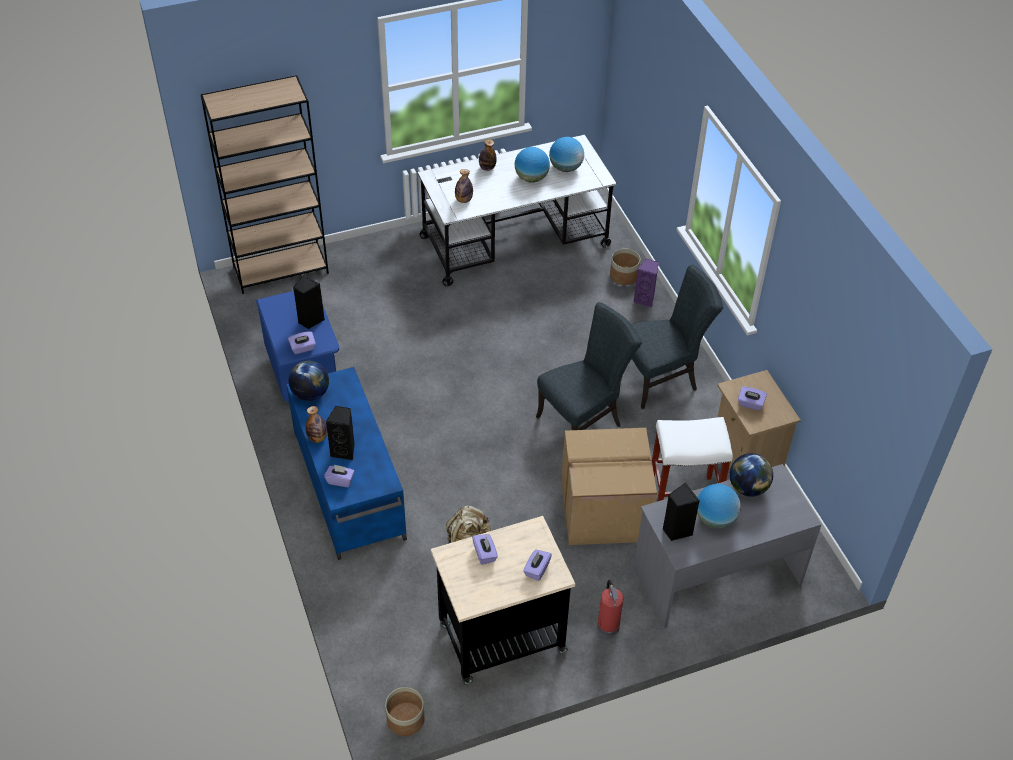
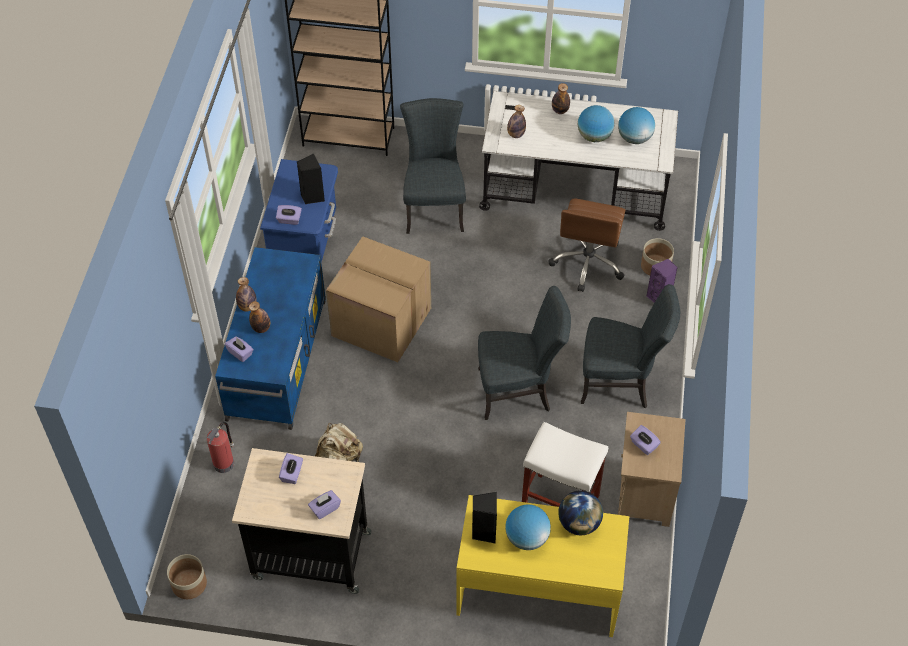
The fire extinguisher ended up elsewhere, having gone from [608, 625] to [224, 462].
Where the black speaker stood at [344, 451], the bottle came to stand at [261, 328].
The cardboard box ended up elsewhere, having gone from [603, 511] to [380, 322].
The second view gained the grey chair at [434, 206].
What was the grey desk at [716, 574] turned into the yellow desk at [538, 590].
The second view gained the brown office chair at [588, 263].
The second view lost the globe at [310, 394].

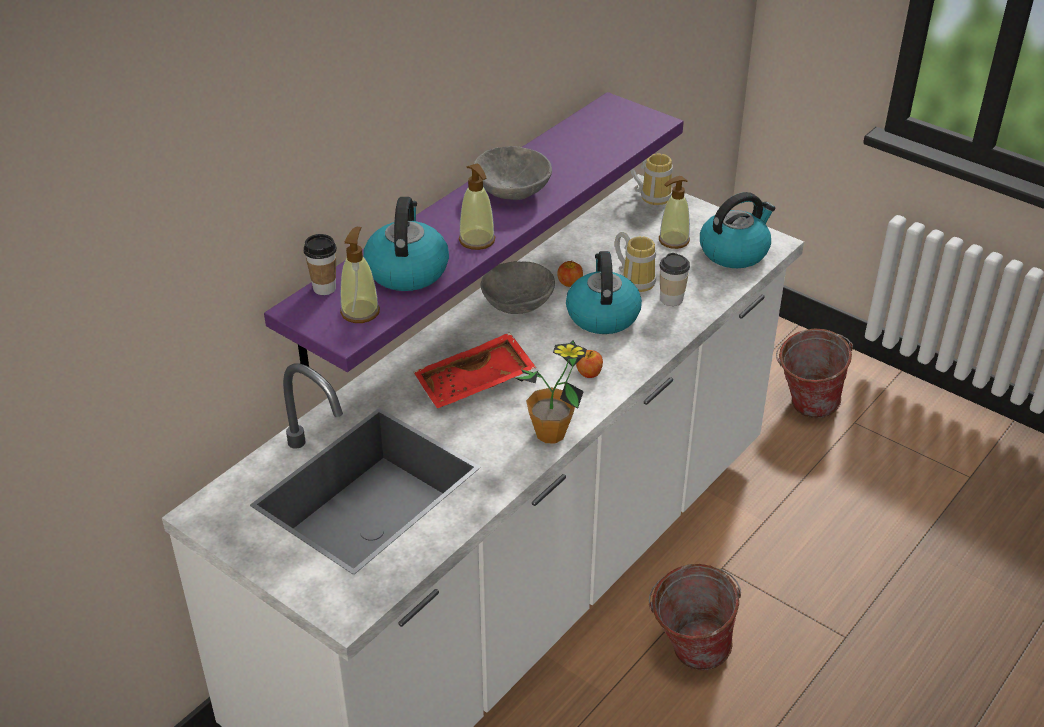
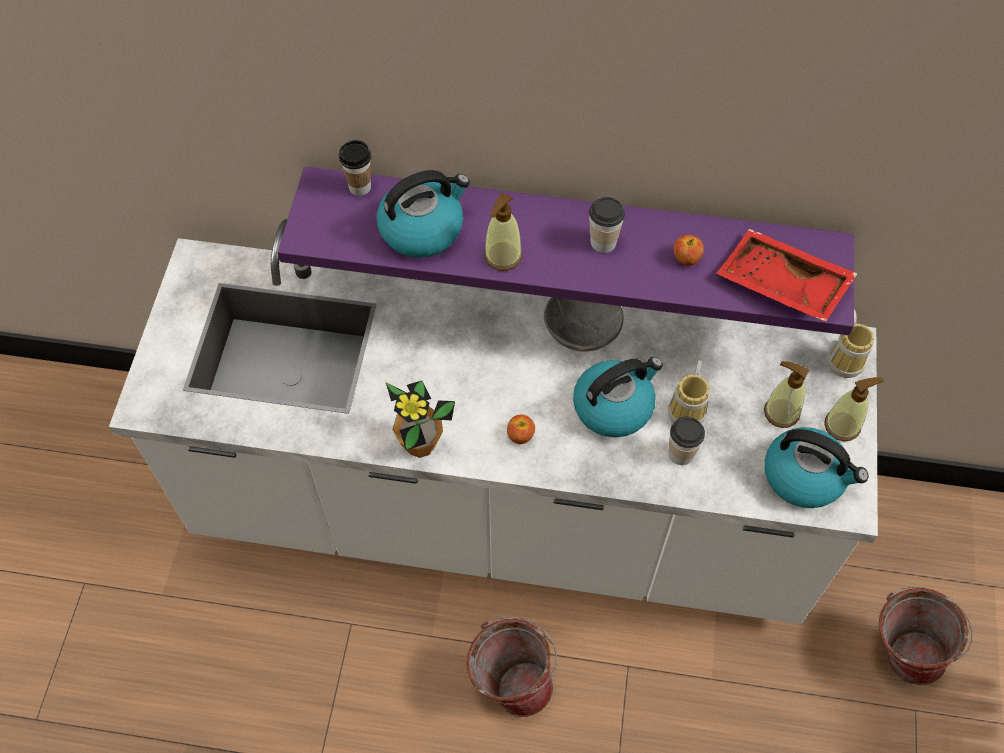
Where the grey bowl stood at [511, 190], the cup came to stand at [603, 242].
The apple ended up elsewhere, having gone from [569, 283] to [686, 258].
The red tray ended up elsewhere, having gone from [475, 383] to [781, 286].
The soap dispenser ended up elsewhere, having gone from [360, 311] to [842, 425].

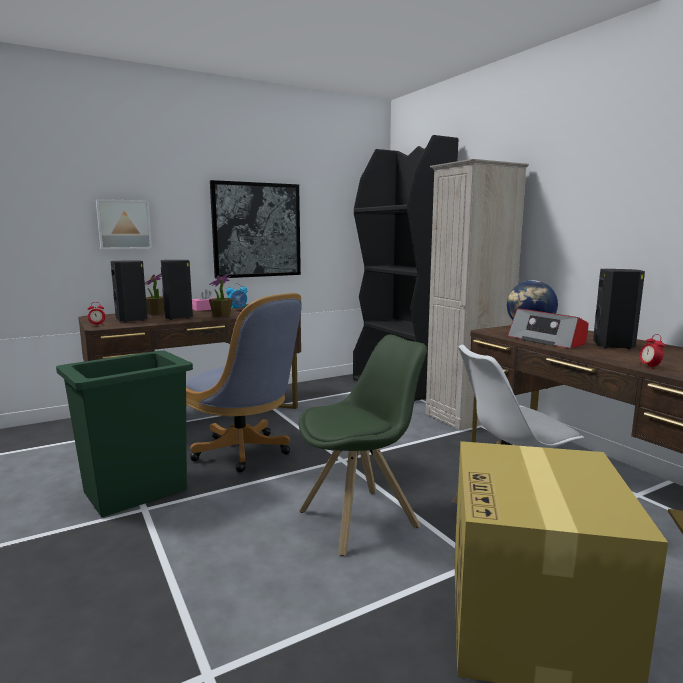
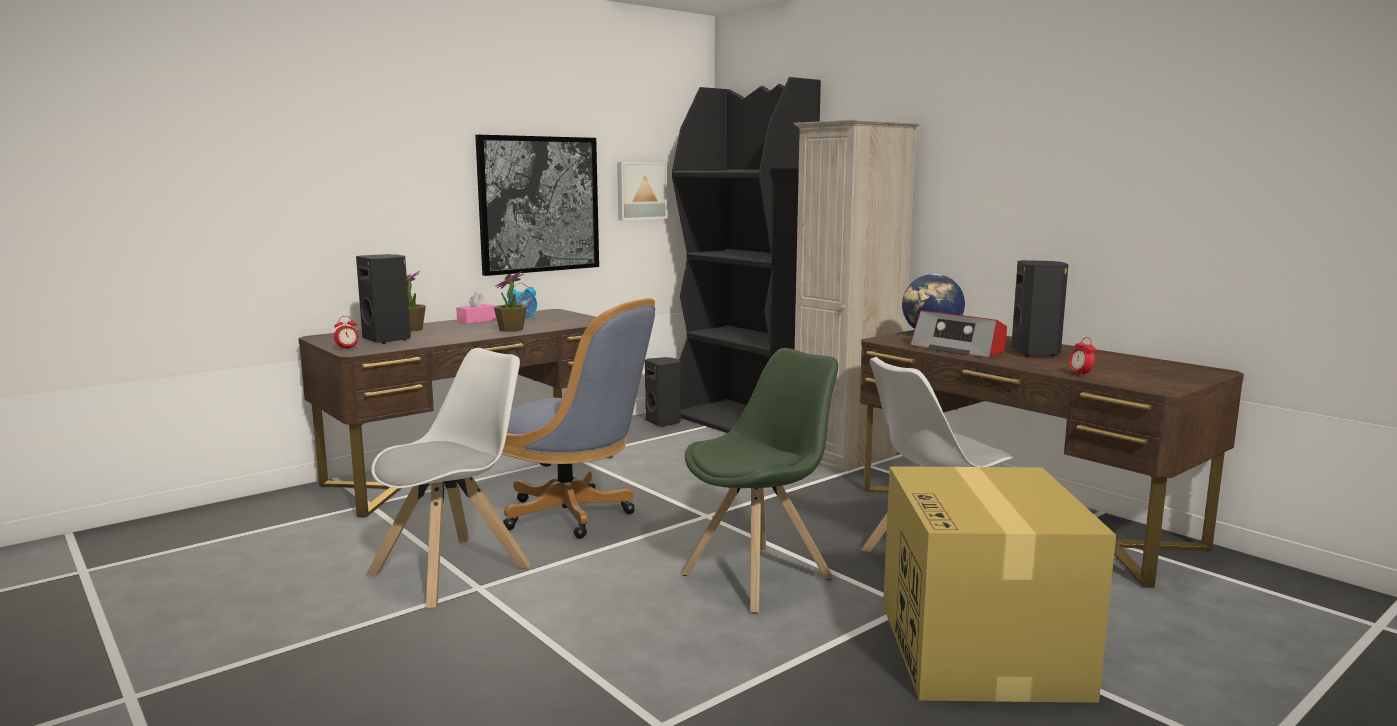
Where the green trash can stood at [137, 491], the chair came to stand at [454, 569].
The picture ended up elsewhere, having gone from [124, 224] to [640, 190].
The black speaker ended up elsewhere, having gone from [178, 317] to [664, 422].

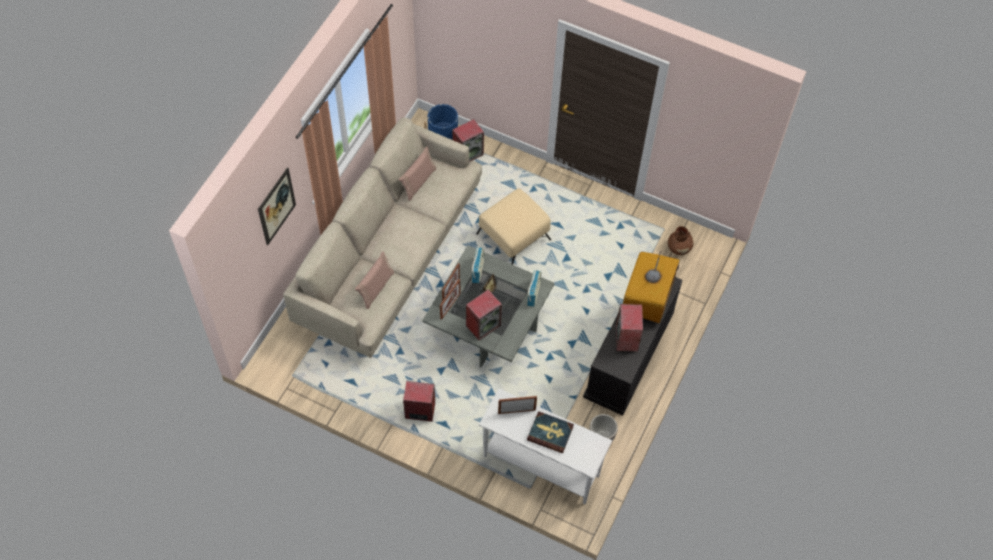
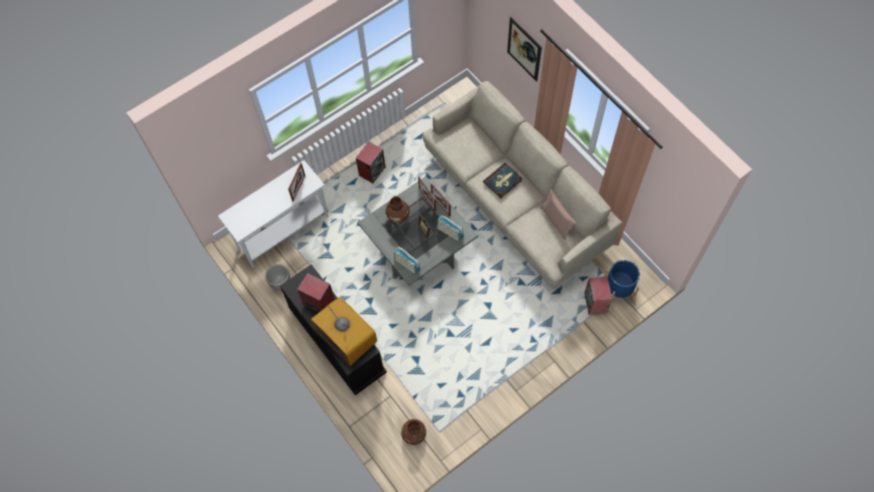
Where the speaker stood at [483, 325], the brown vase came to stand at [398, 215].
The book ended up elsewhere, having gone from [550, 433] to [502, 181].
The second view lost the beige pillow at [376, 288].
The second view lost the beige ottoman at [513, 237].

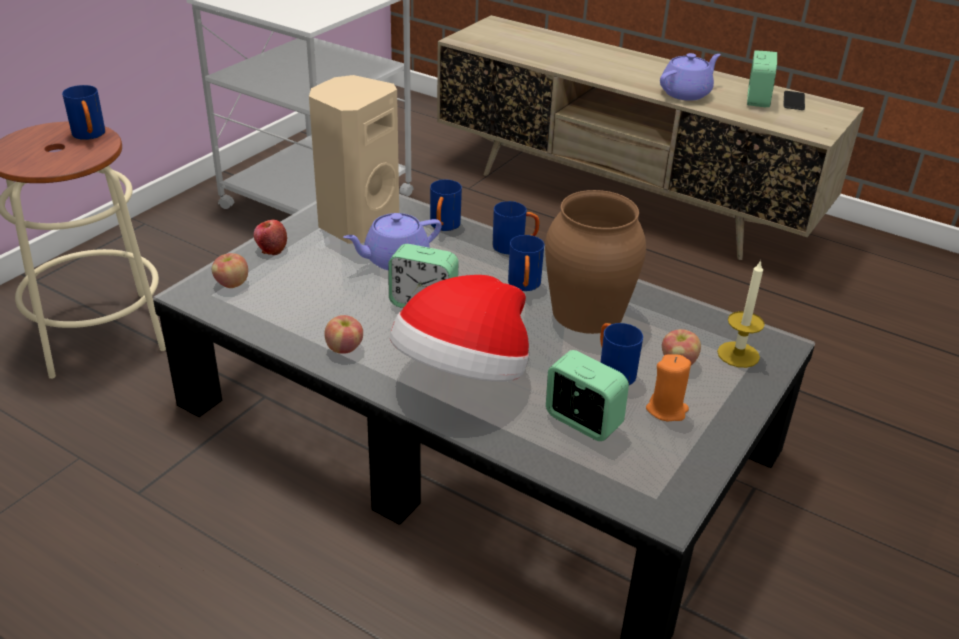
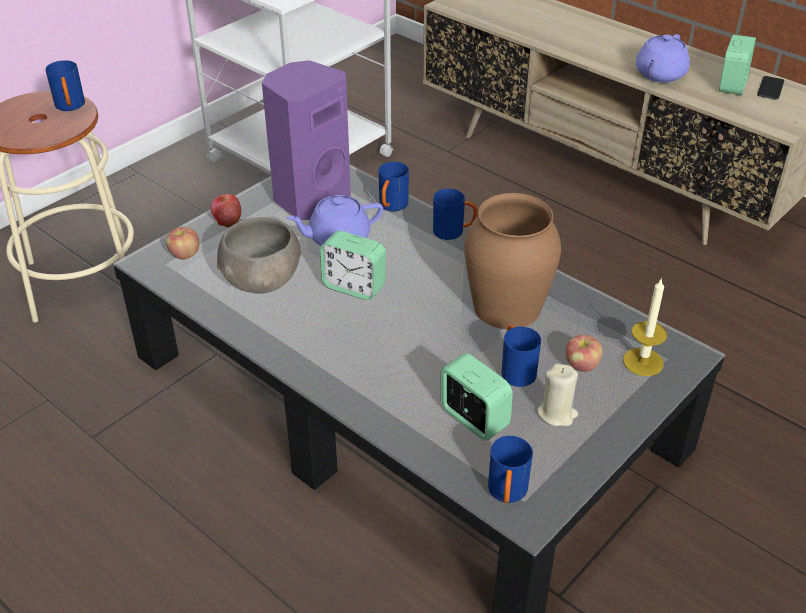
The second view gained the grey bowl at [263, 281].
What was the beige speaker at [356, 223] turned into the purple speaker at [310, 198].
The blue mug ended up elsewhere, having gone from [524, 286] to [507, 494].
What was the orange candle at [667, 410] turned into the beige candle at [557, 414].
The purple teapot at [686, 93] ended up facing another way, 150 degrees clockwise from before.
The second view lost the apple at [344, 348].
The second view lost the hat at [463, 375].

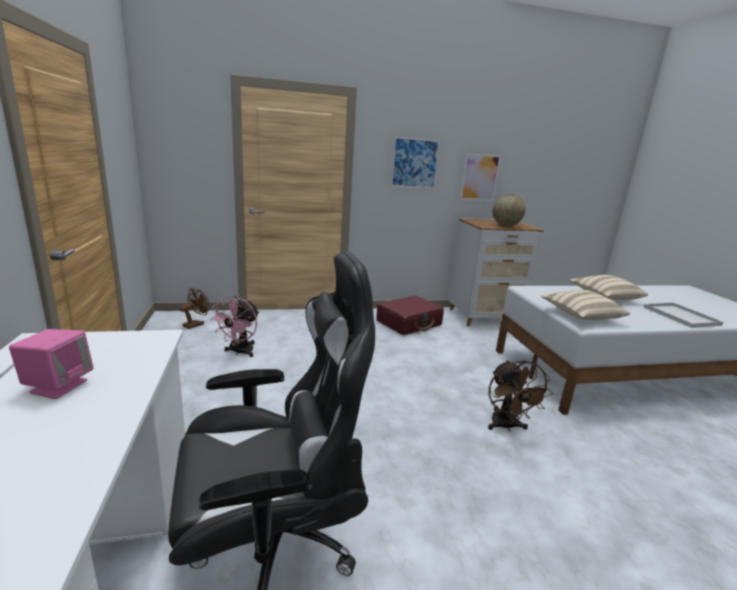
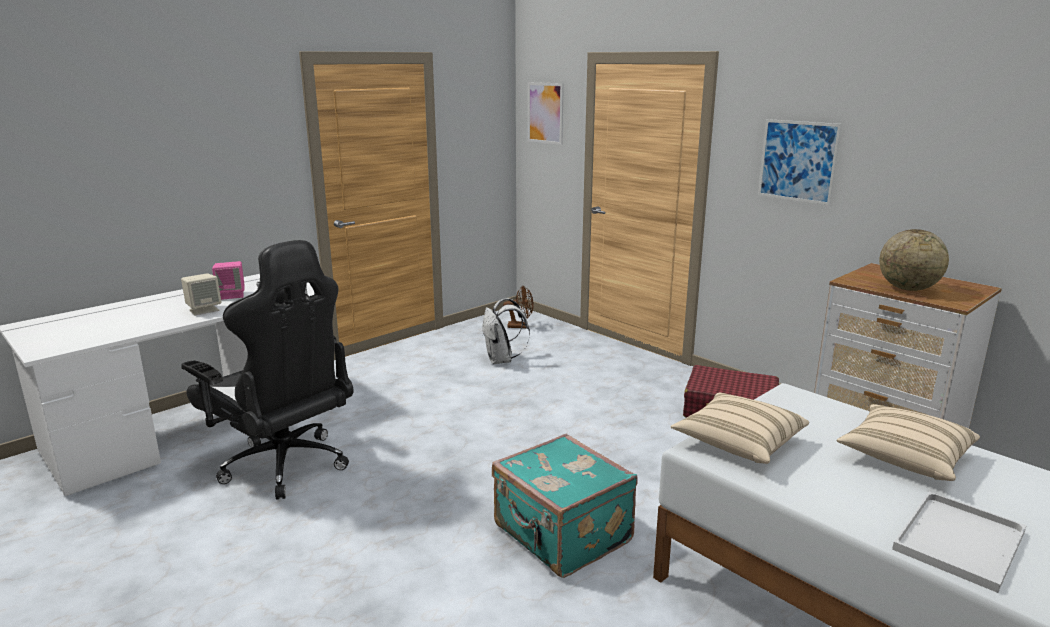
The second view gained the beige speaker at [204, 310].
Where the pink fan stood at [240, 352], the white backpack came to stand at [502, 360].
Where the brown fan stood at [506, 426], the turquoise suitcase came to stand at [561, 535].
The picture ended up elsewhere, having gone from [480, 177] to [545, 113].

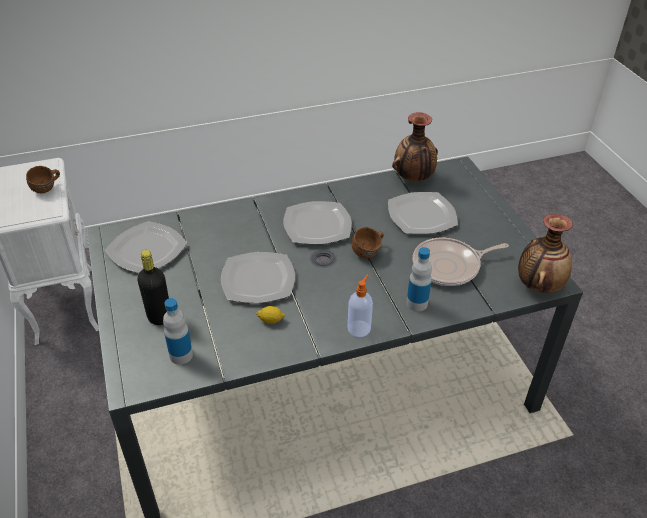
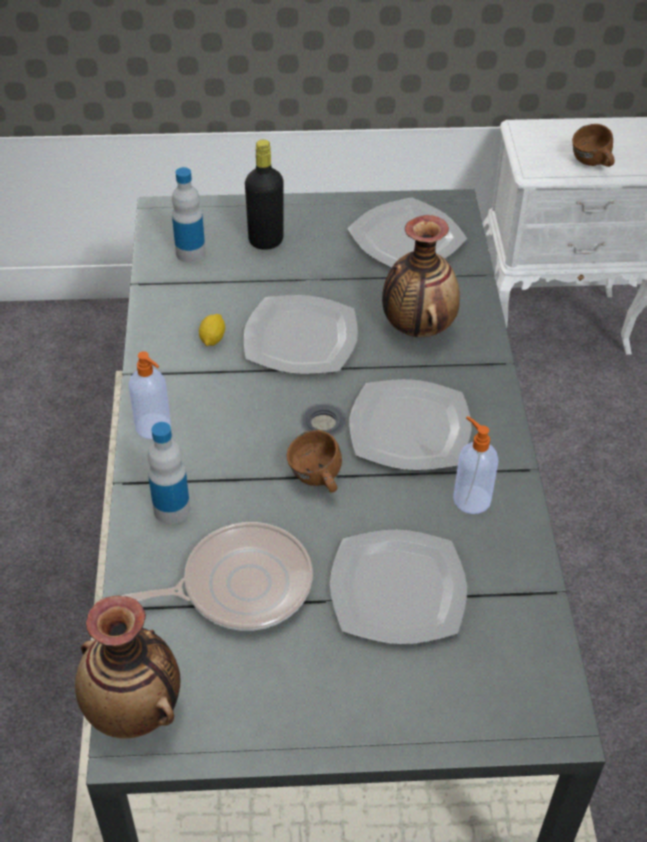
The frying pan at [449, 266] ended up facing another way, 75 degrees clockwise from before.
The vase ended up elsewhere, having gone from [413, 178] to [417, 327].
The second view gained the soap dispenser at [470, 498].

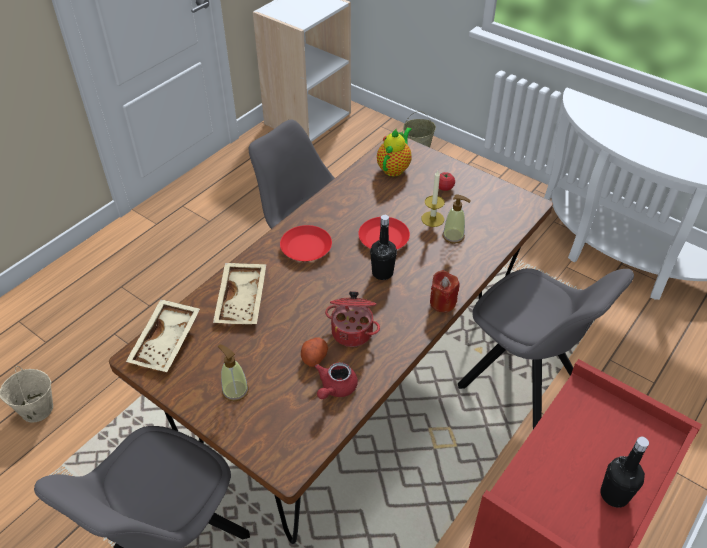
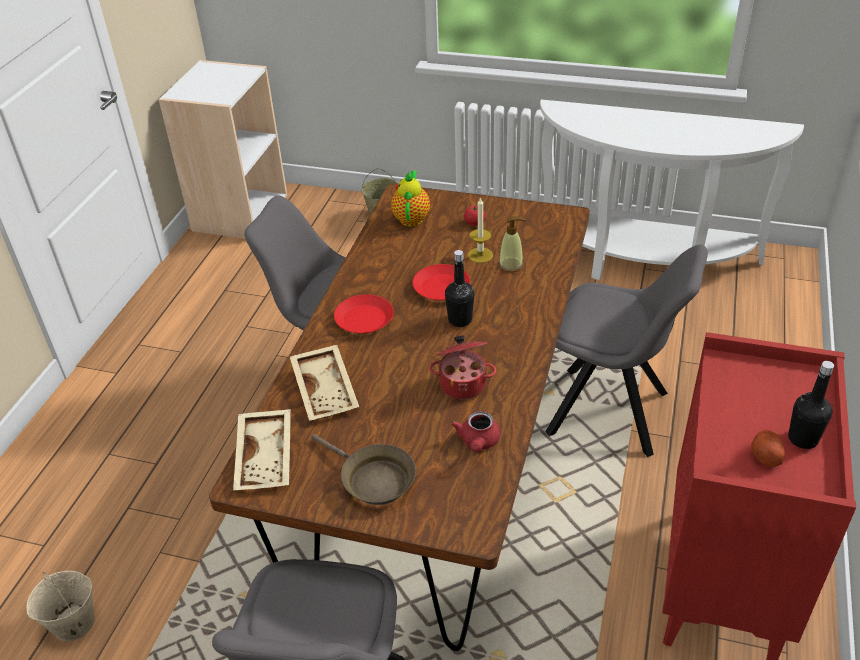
Where the soap dispenser stood at [235, 390], the brown frying pan came to stand at [373, 479].
The potato ended up elsewhere, having gone from [314, 356] to [765, 455].
The second view lost the red candle at [442, 302].

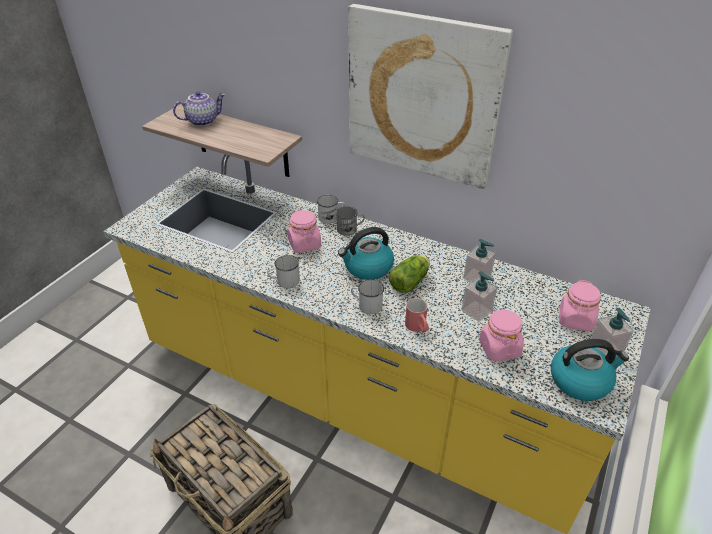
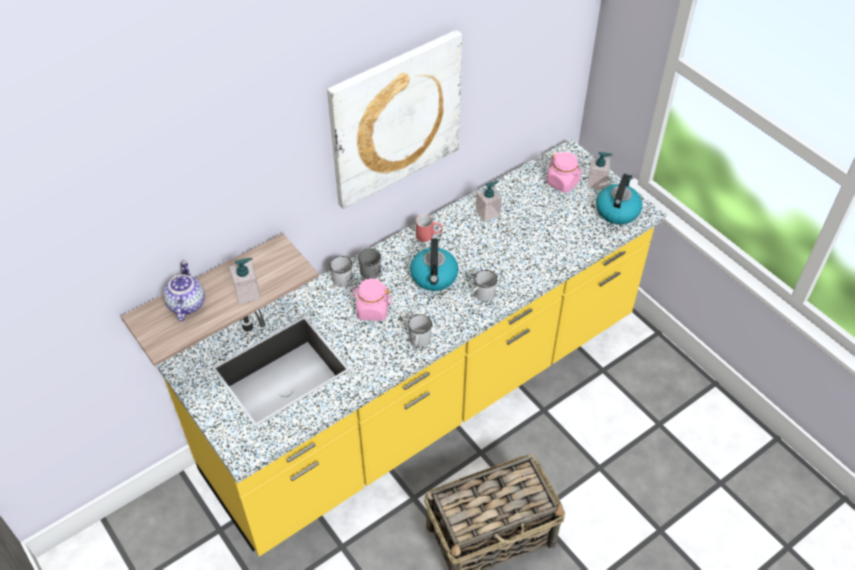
The soap dispenser ended up elsewhere, having gone from [476, 311] to [247, 293].
The red mug ended up elsewhere, having gone from [417, 328] to [429, 236].
The second view lost the lettuce at [411, 281].
The second view lost the pink jar at [499, 348].

